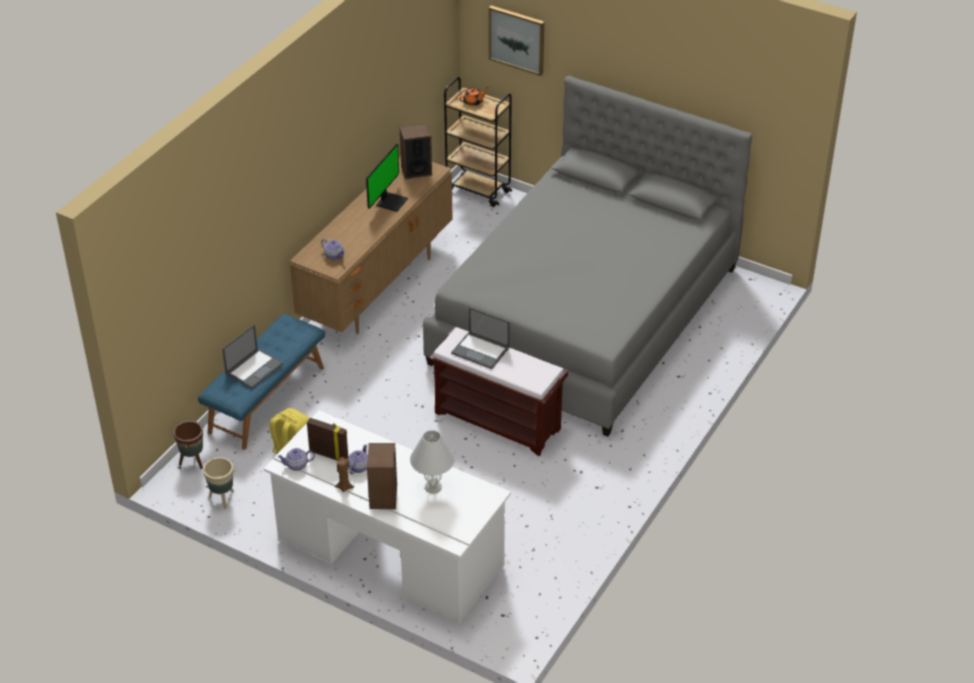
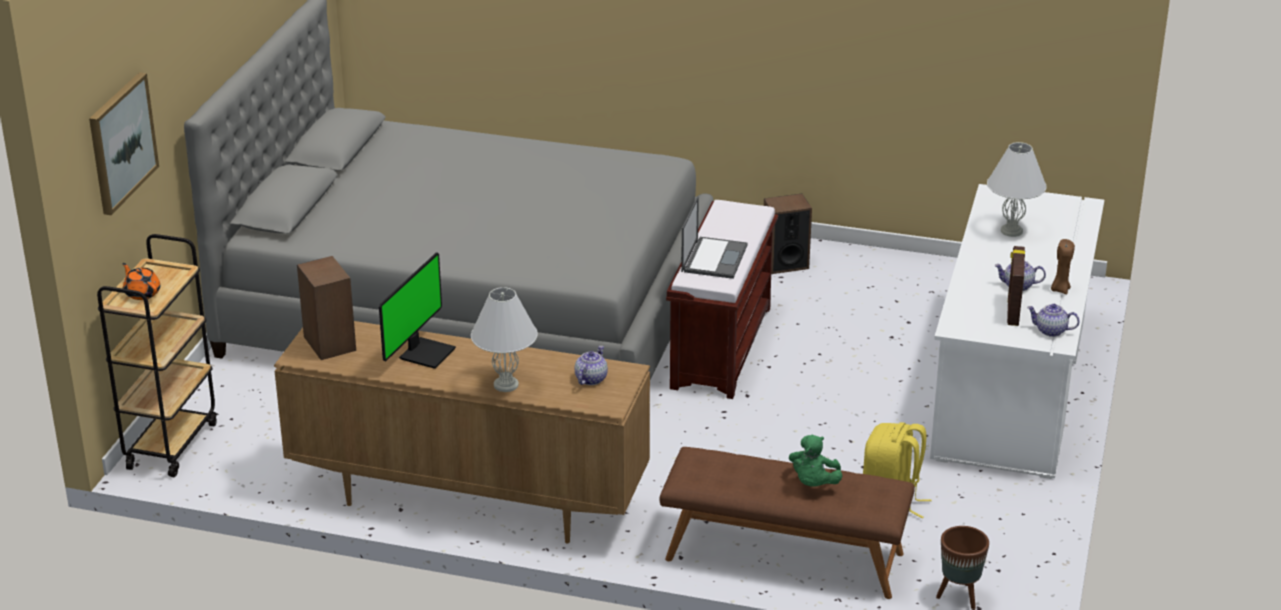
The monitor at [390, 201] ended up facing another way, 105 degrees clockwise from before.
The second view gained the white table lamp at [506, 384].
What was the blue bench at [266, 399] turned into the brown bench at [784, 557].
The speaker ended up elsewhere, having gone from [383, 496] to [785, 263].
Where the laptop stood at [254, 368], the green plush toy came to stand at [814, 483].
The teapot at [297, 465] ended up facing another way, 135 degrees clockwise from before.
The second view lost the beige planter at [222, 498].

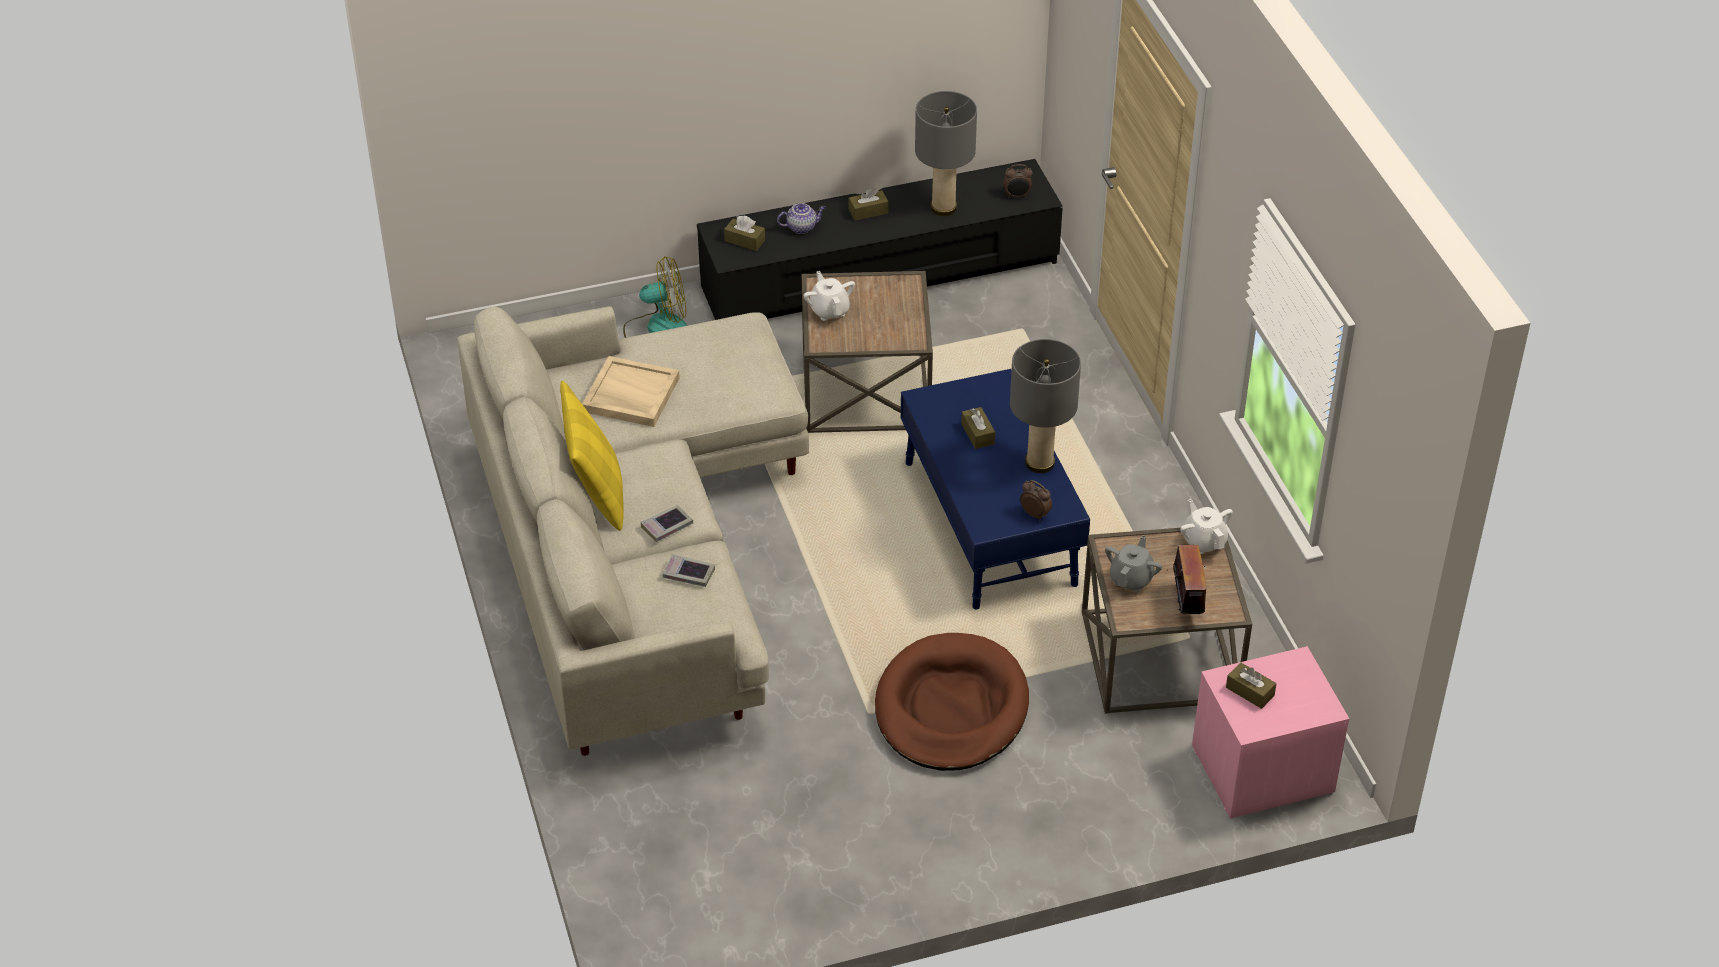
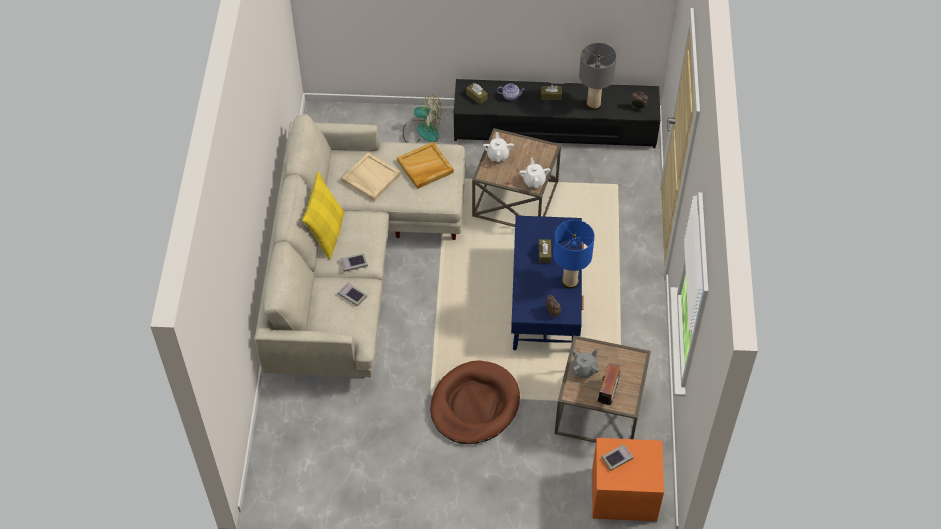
The second view gained the beige tray at [425, 167].
The white teapot ended up elsewhere, having gone from [1204, 541] to [534, 181].
What was the grey table lamp at [1040, 463] turned into the blue table lamp at [570, 282].
What was the pink nightstand at [1262, 771] turned into the orange nightstand at [623, 495].
Where the brown tissue box stood at [1250, 691], the book came to stand at [617, 458].

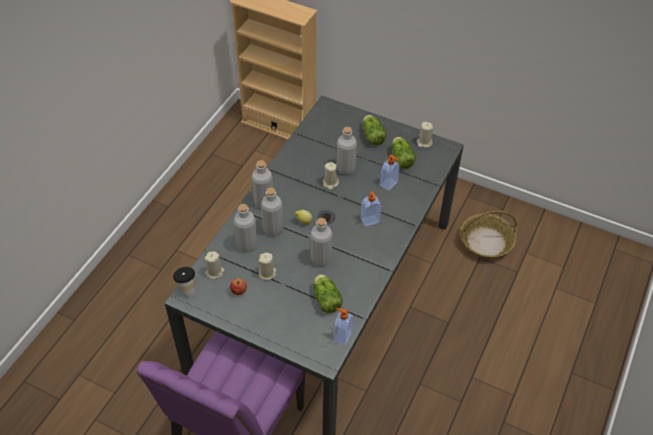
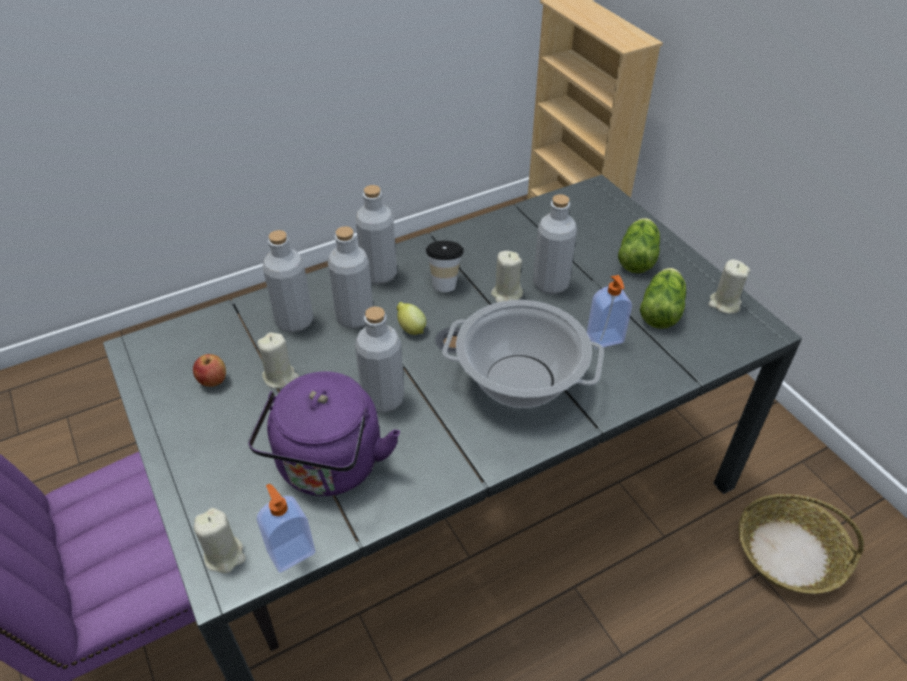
The beige candle ended up elsewhere, having gone from [215, 272] to [224, 555].
Where the lettuce stood at [326, 298], the purple kettle came to stand at [329, 468].
The cup ended up elsewhere, having gone from [187, 289] to [444, 283].
Where the soap dispenser stood at [370, 221], the cooking pot came to stand at [521, 381].

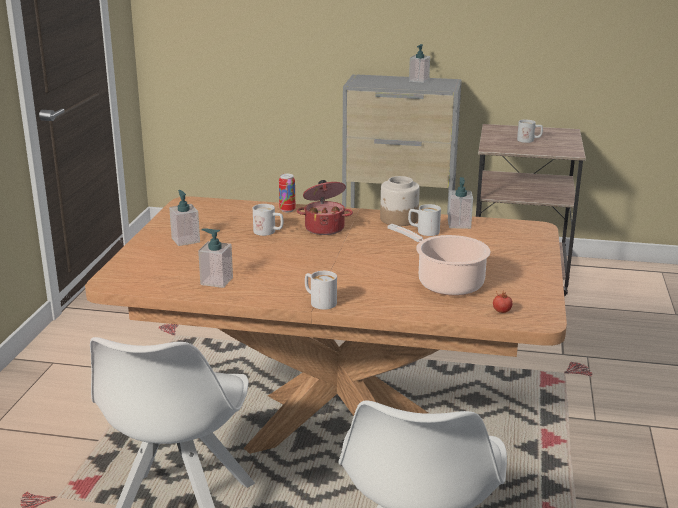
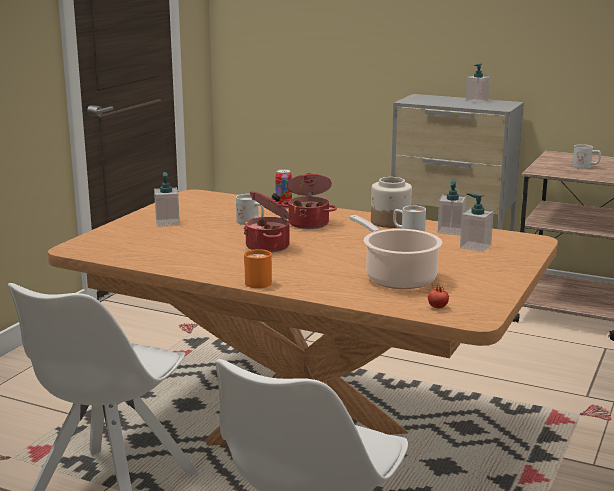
The second view gained the cooking pot at [269, 246].
What was the white mug at [319, 301] turned into the orange mug at [255, 281].
The soap dispenser ended up elsewhere, having gone from [216, 281] to [475, 246].

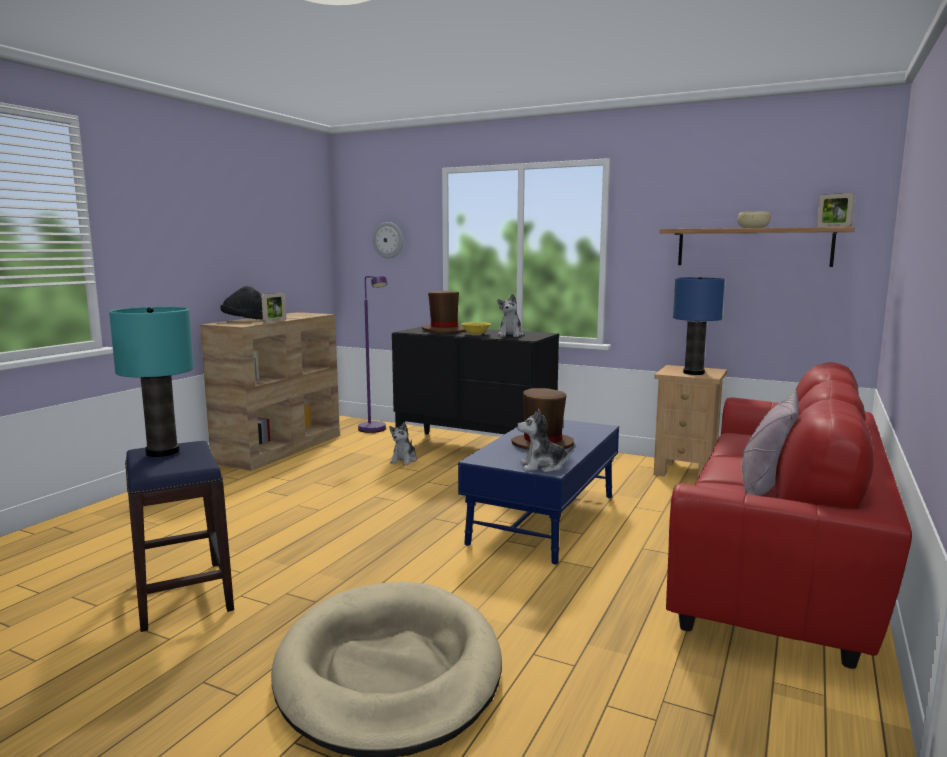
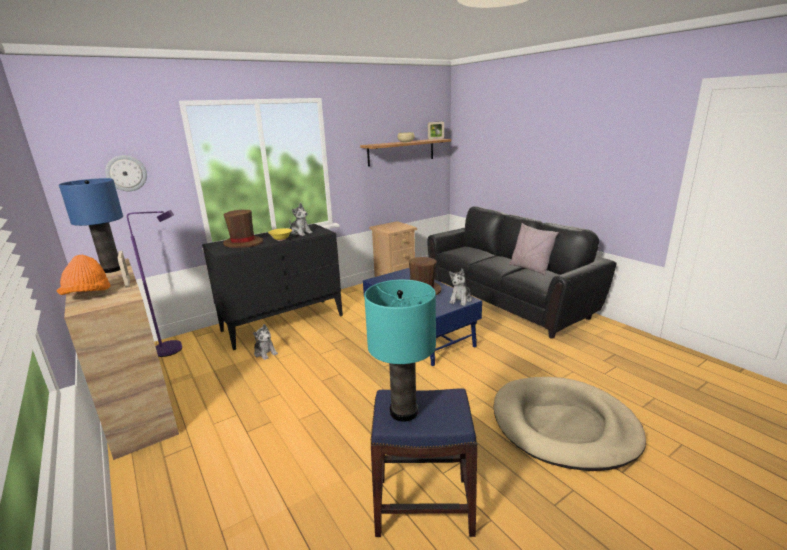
What was the black hat at [243, 321] turned into the orange hat at [88, 295].
The blue table lamp ended up elsewhere, having gone from [694, 373] to [112, 269].
What was the red sofa at [780, 563] turned into the black sofa at [508, 300].

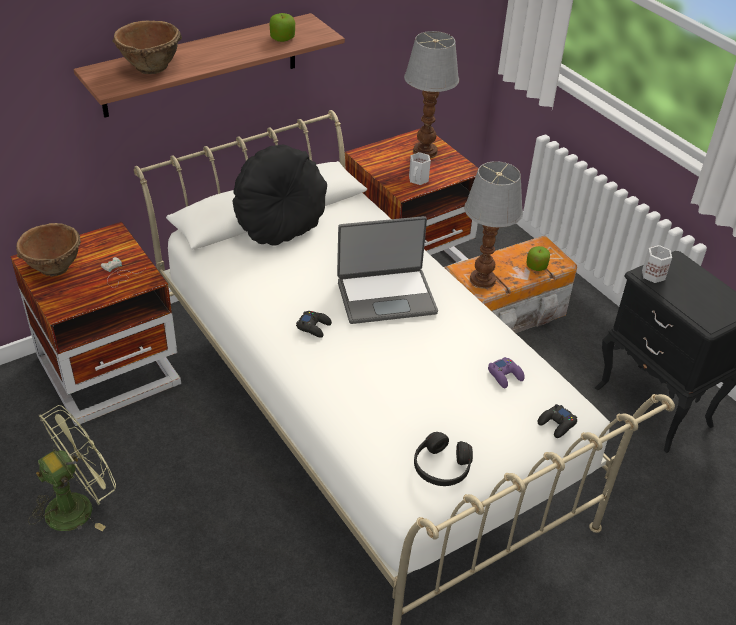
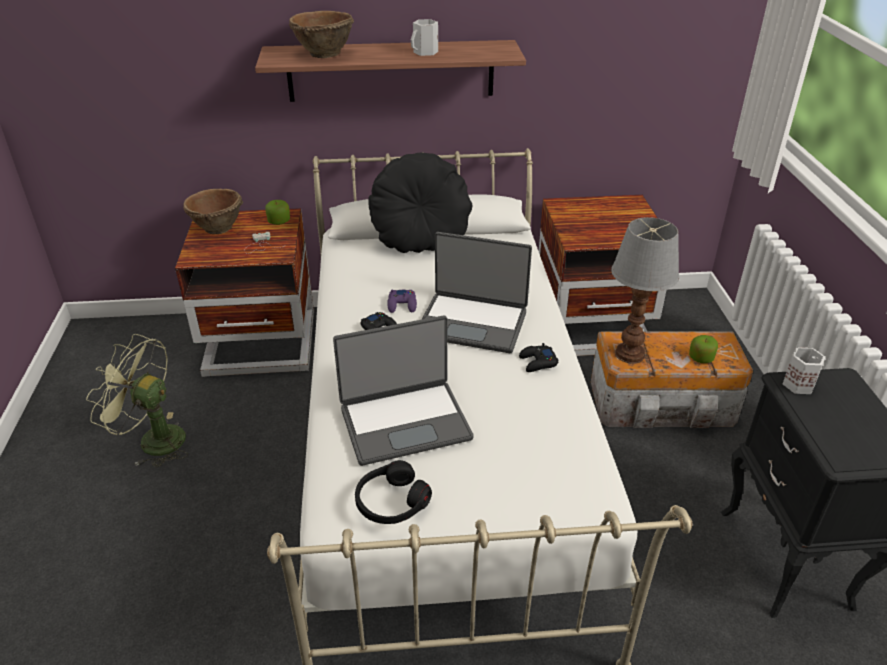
The green fan at [78, 505] ended up facing another way, 150 degrees counterclockwise from before.
The apple ended up elsewhere, having gone from [282, 38] to [279, 221].
The second view gained the laptop at [405, 422].
The purple game controller ended up elsewhere, having gone from [505, 375] to [402, 305].
The white mug ended up elsewhere, having gone from [419, 179] to [425, 52].
The black game controller ended up elsewhere, having gone from [557, 424] to [537, 362].
The second view lost the table lamp at [424, 151].

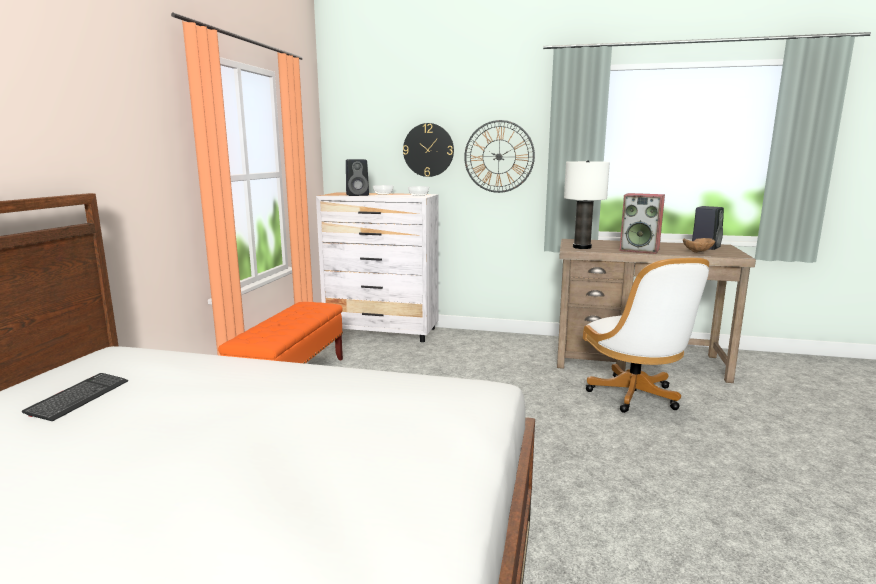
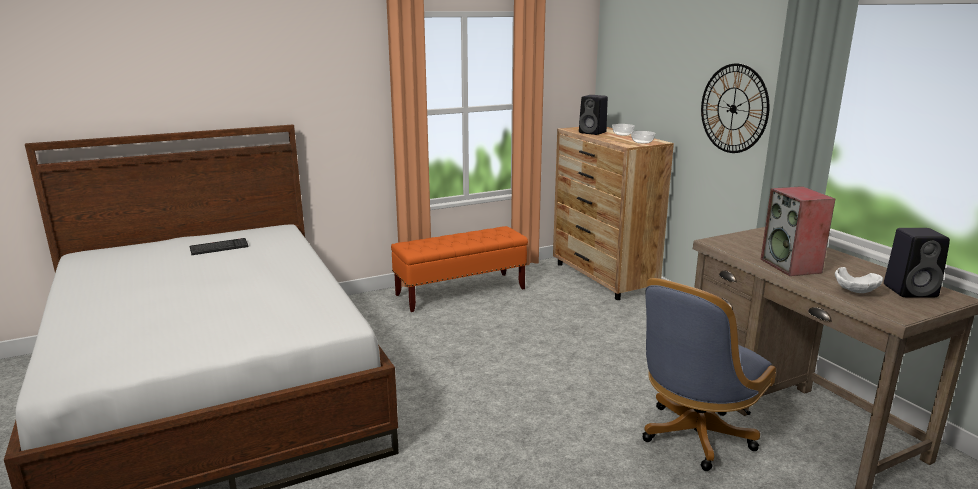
What was the white dresser at [382, 331] turned into the brown dresser at [603, 277].
What was the white office chair at [637, 399] turned into the blue office chair at [692, 441].
What was the brown bowl at [698, 253] turned into the white bowl at [854, 293].
The second view lost the wall clock at [428, 150].
The second view lost the white table lamp at [581, 247].

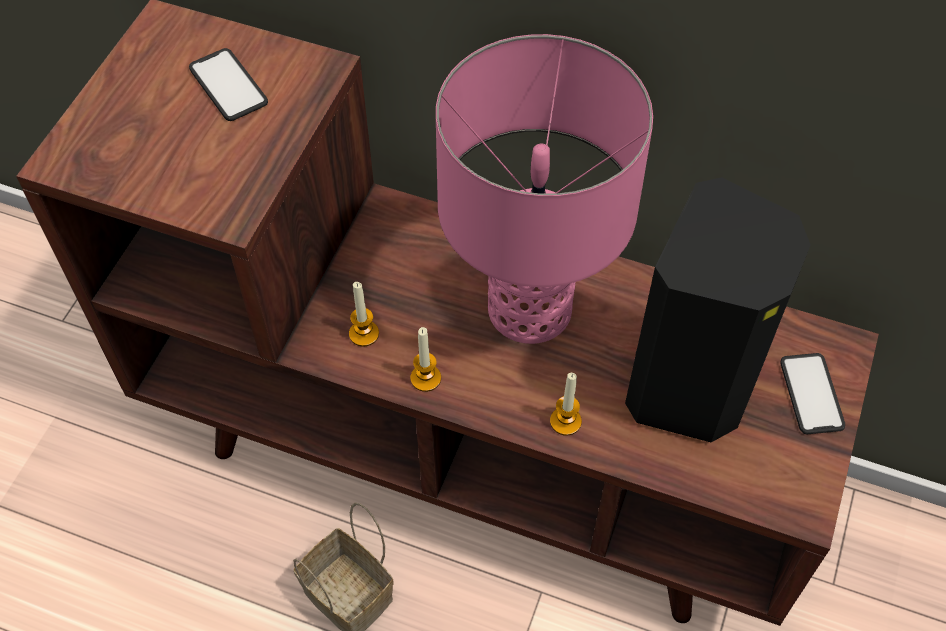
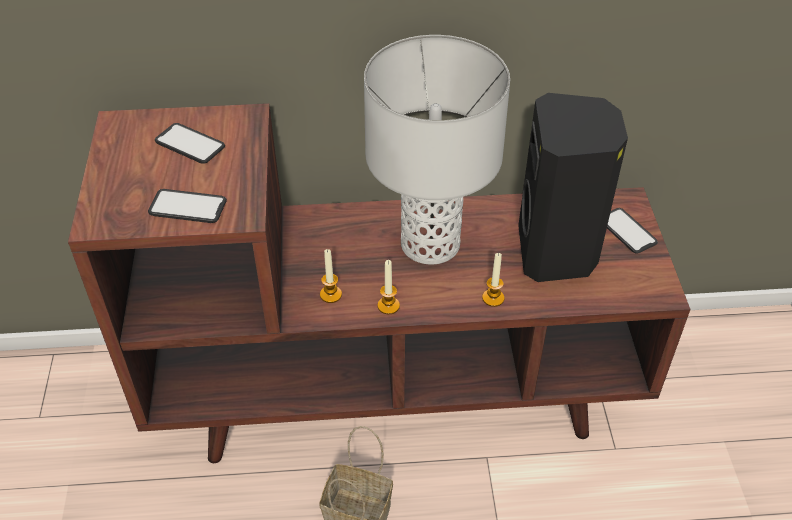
The second view gained the phone at [187, 207].
What was the pink table lamp at [528, 309] turned into the white table lamp at [429, 244].

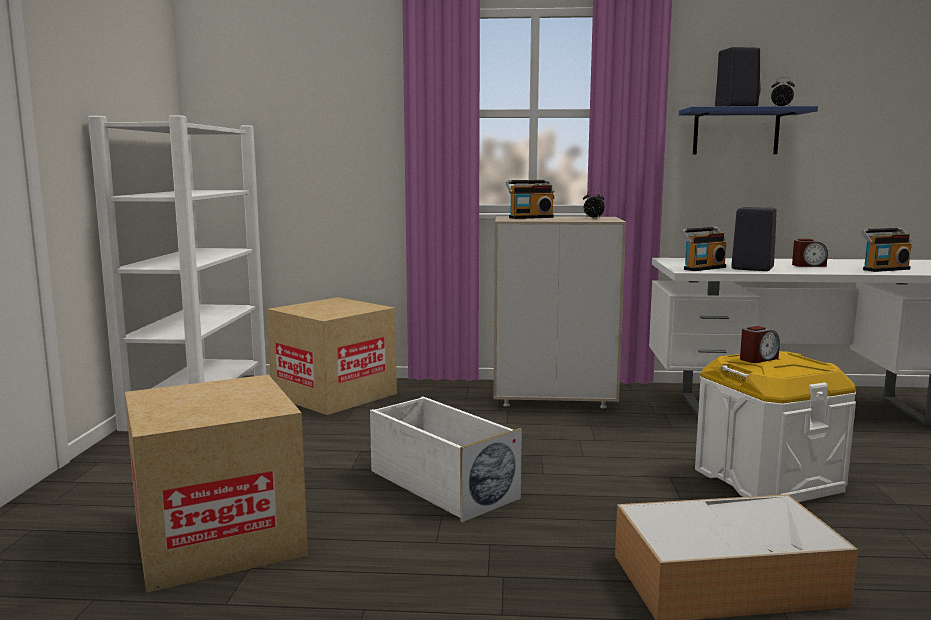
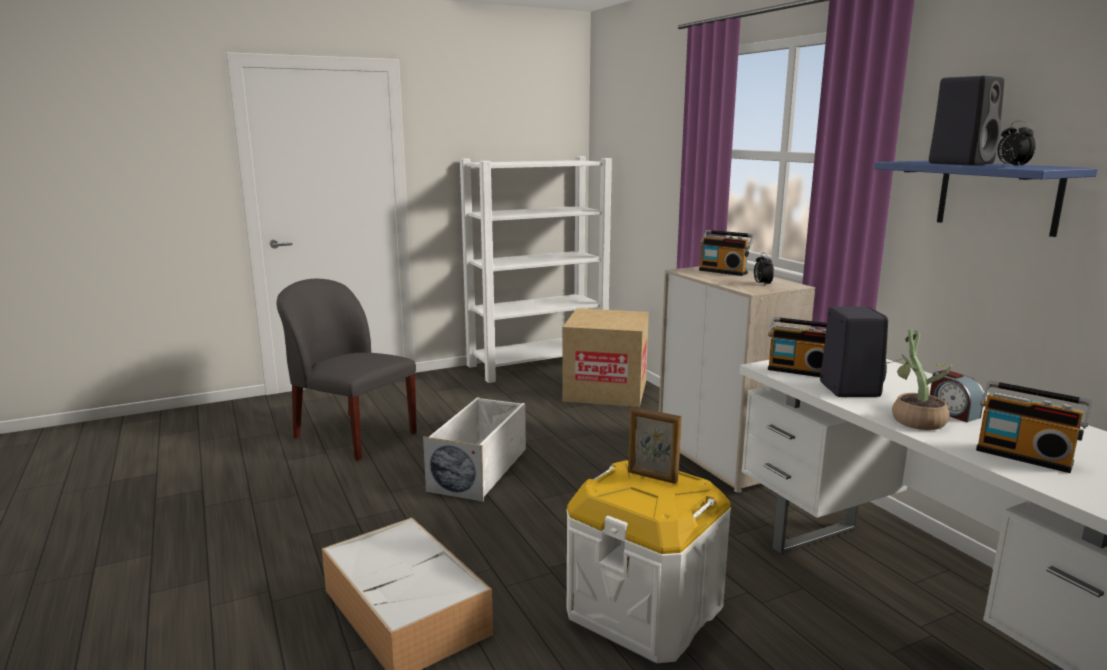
Where the cardboard box stood at [218, 539], the grey chair came to stand at [353, 435].
Where the alarm clock stood at [758, 359], the picture frame came to stand at [652, 477].
The second view gained the potted plant at [913, 419].

